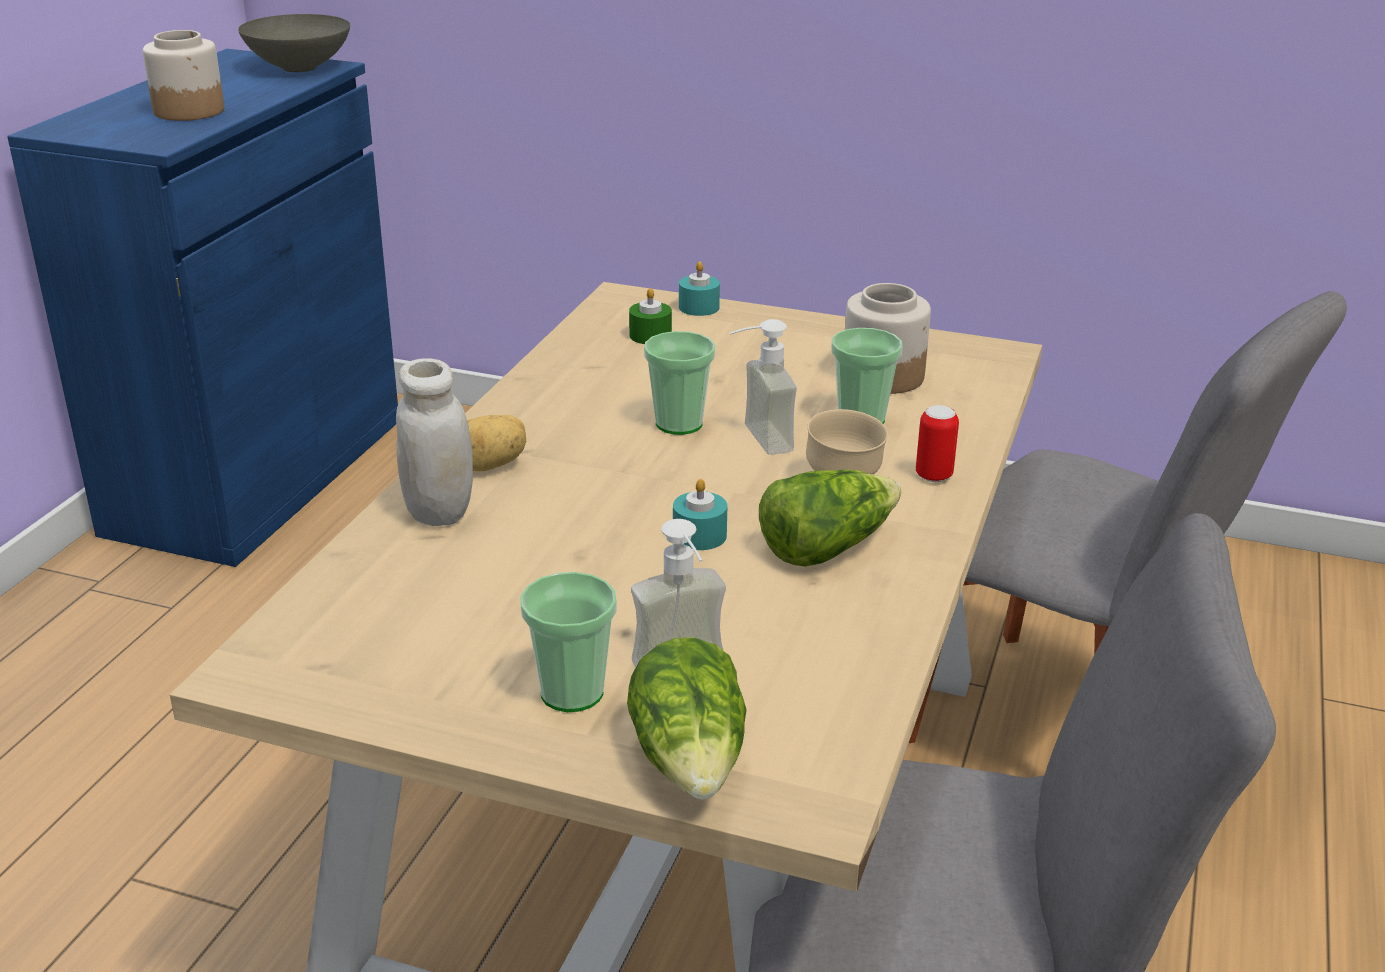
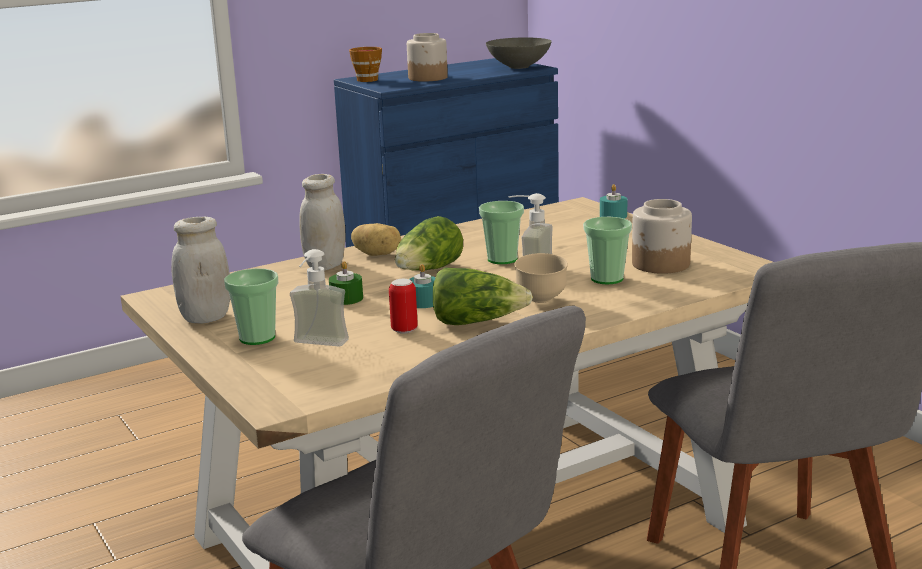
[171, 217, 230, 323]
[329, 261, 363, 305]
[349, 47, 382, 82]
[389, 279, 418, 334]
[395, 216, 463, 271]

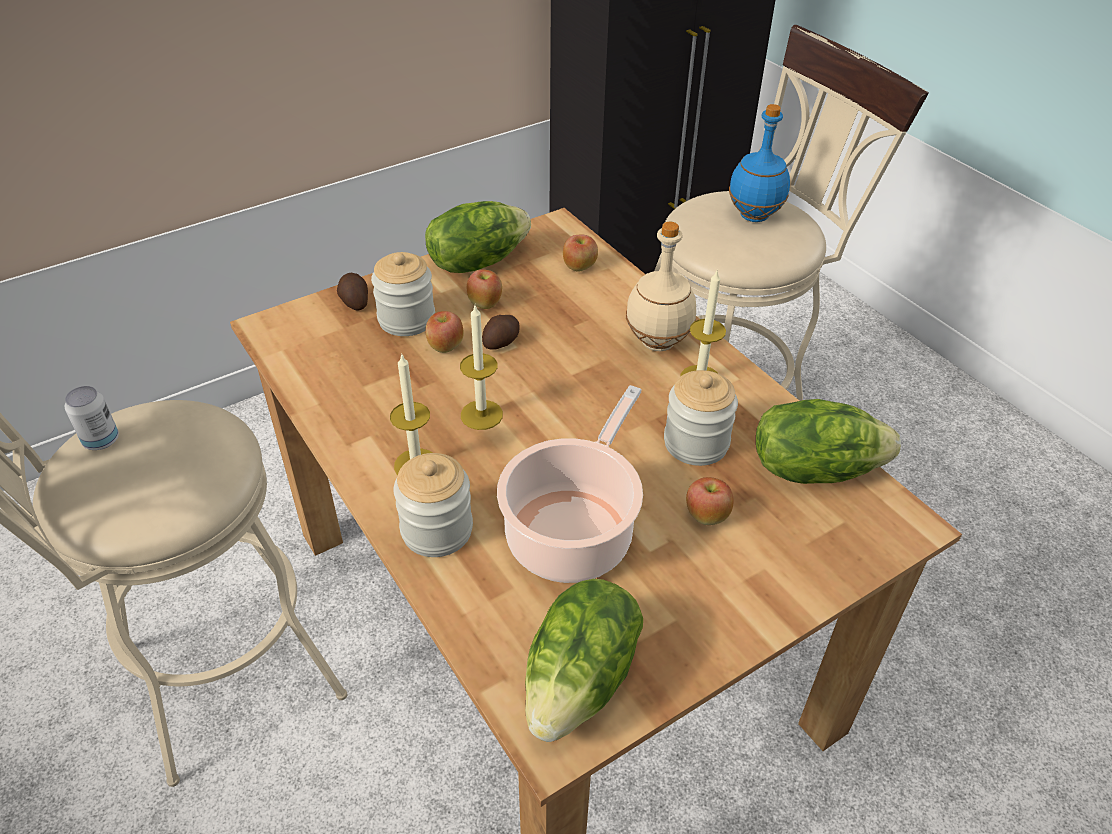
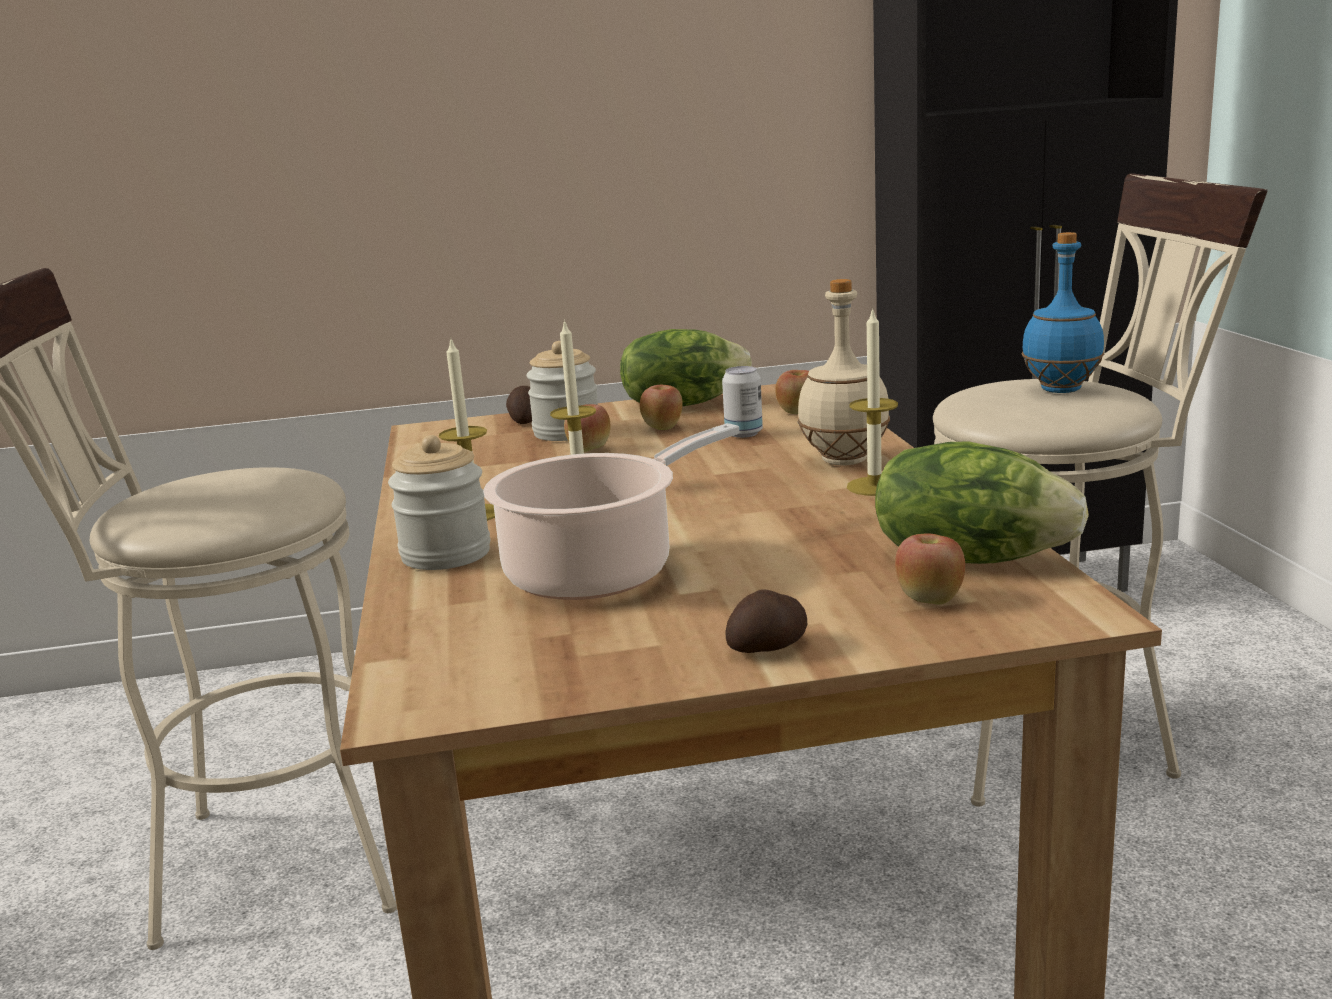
[722, 366, 763, 438]
[725, 589, 807, 653]
[895, 533, 965, 605]
[525, 579, 643, 742] (first image)
[664, 370, 738, 466] (first image)

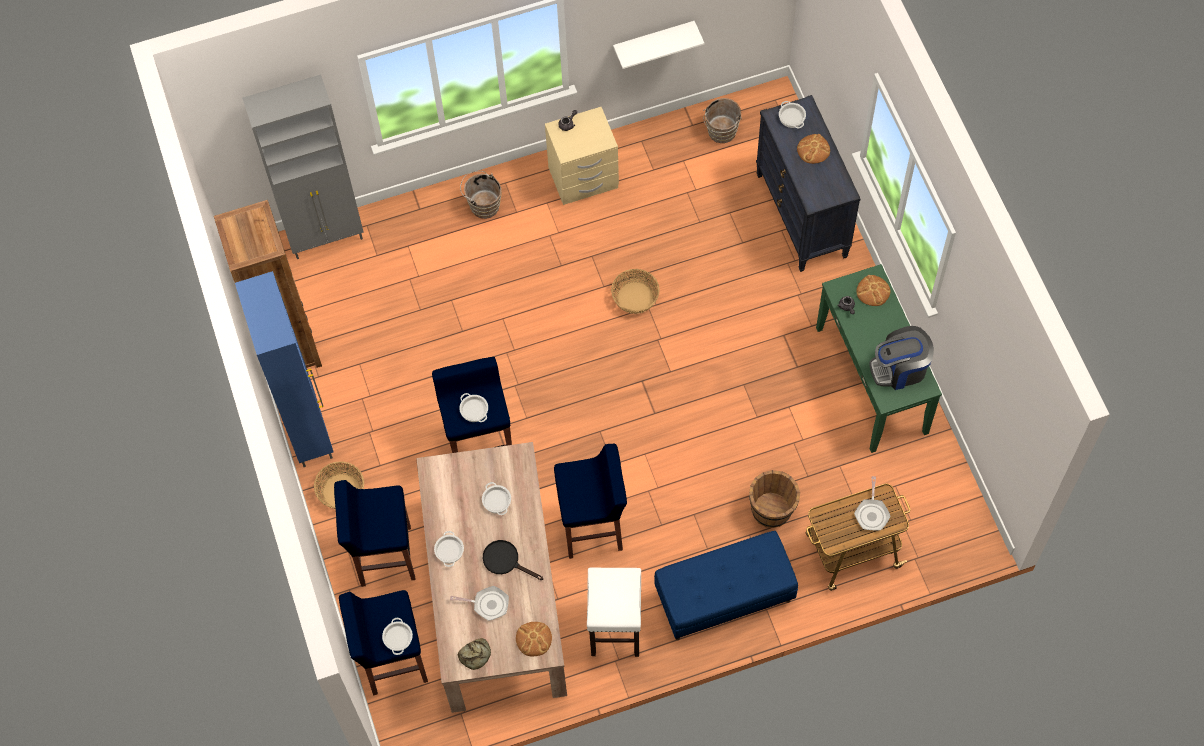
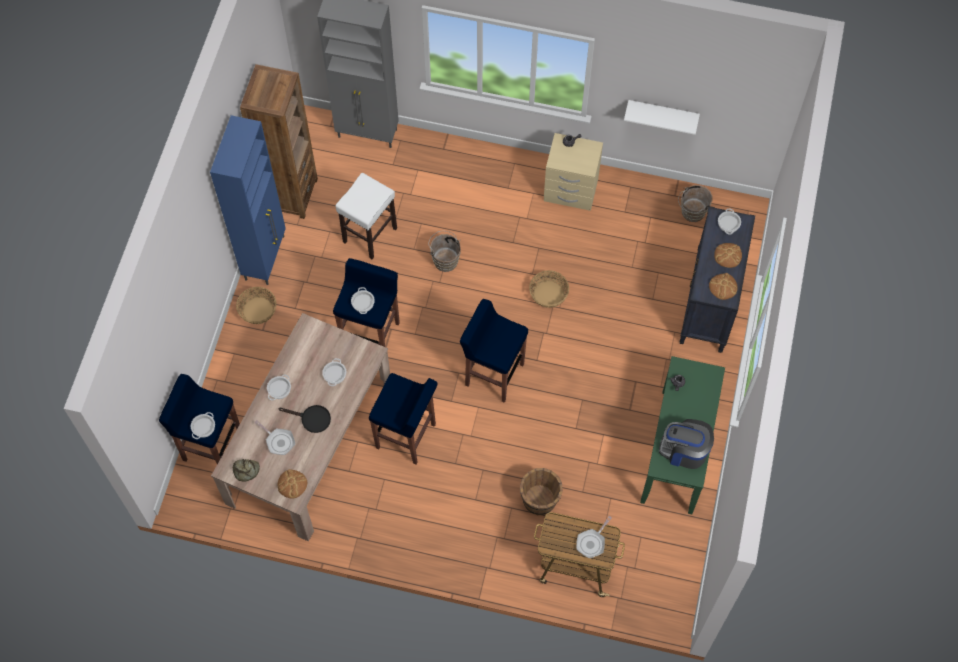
[278, 405, 331, 433]
[335, 173, 397, 259]
[429, 231, 461, 272]
[460, 299, 528, 403]
[709, 273, 738, 300]
[654, 531, 798, 640] (first image)

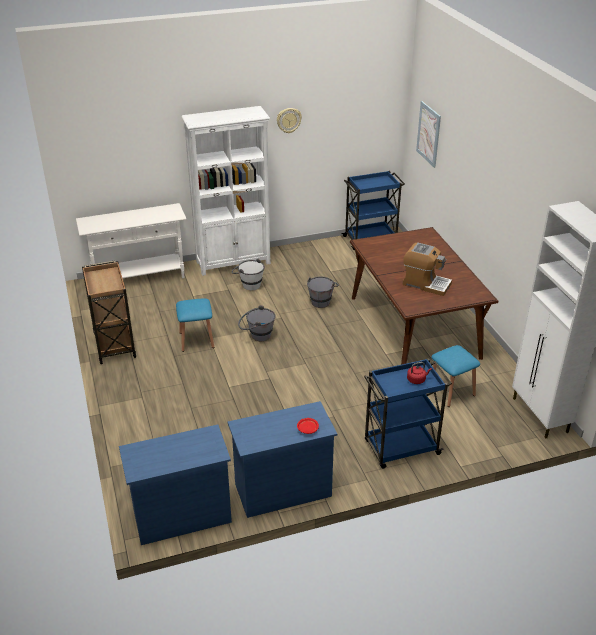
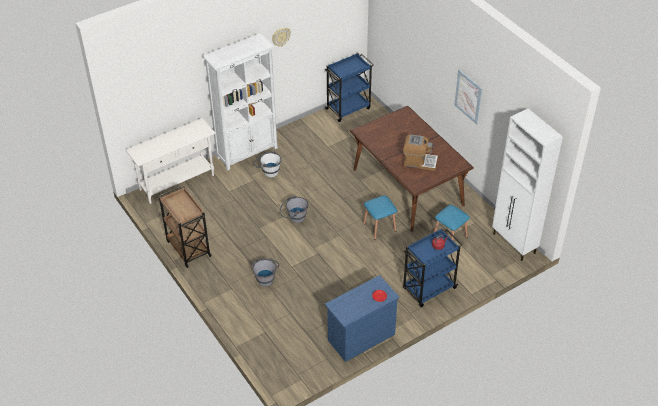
[252, 259, 279, 287]
[363, 195, 397, 239]
[454, 69, 483, 125]
[119, 424, 232, 545] (first image)

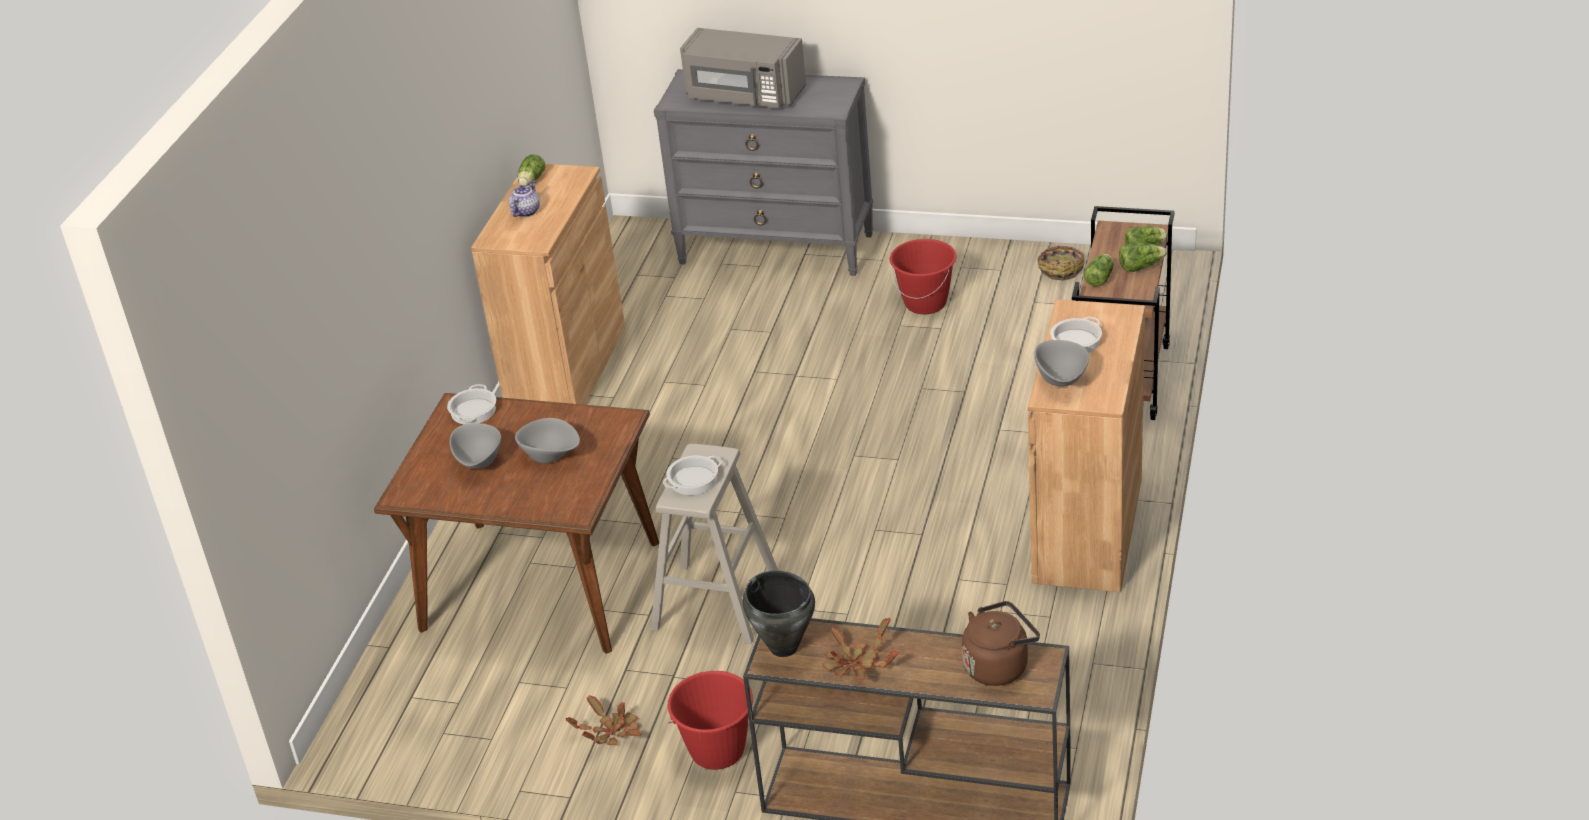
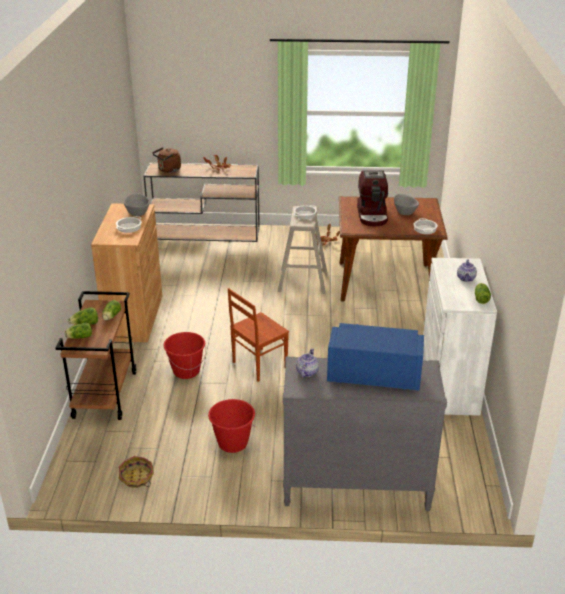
[164, 332, 206, 379]
[228, 288, 289, 382]
[296, 348, 319, 377]
[327, 323, 424, 391]
[357, 171, 388, 227]
[423, 258, 497, 416]
[743, 570, 815, 657] (first image)

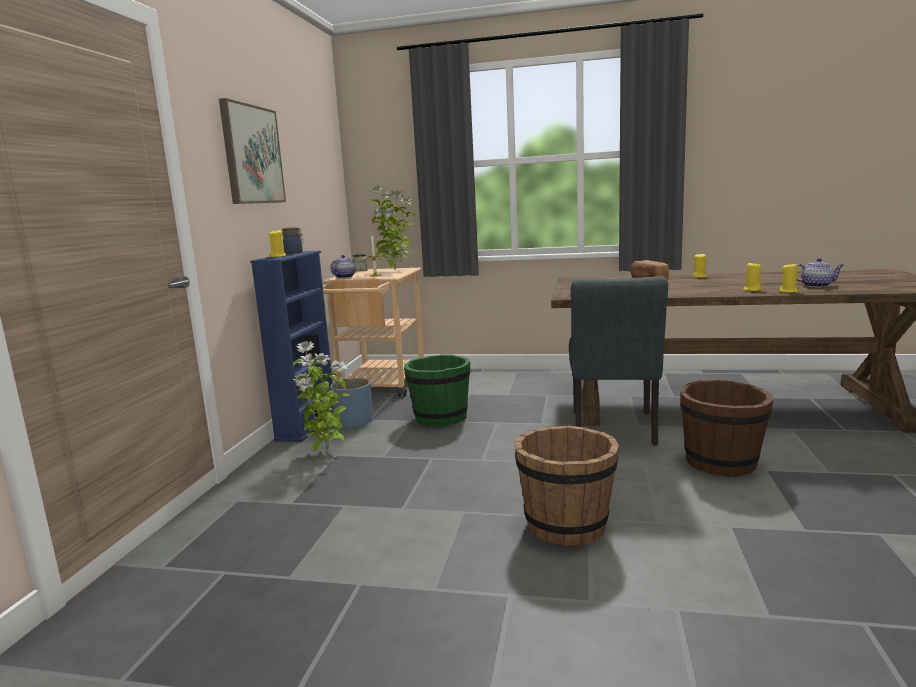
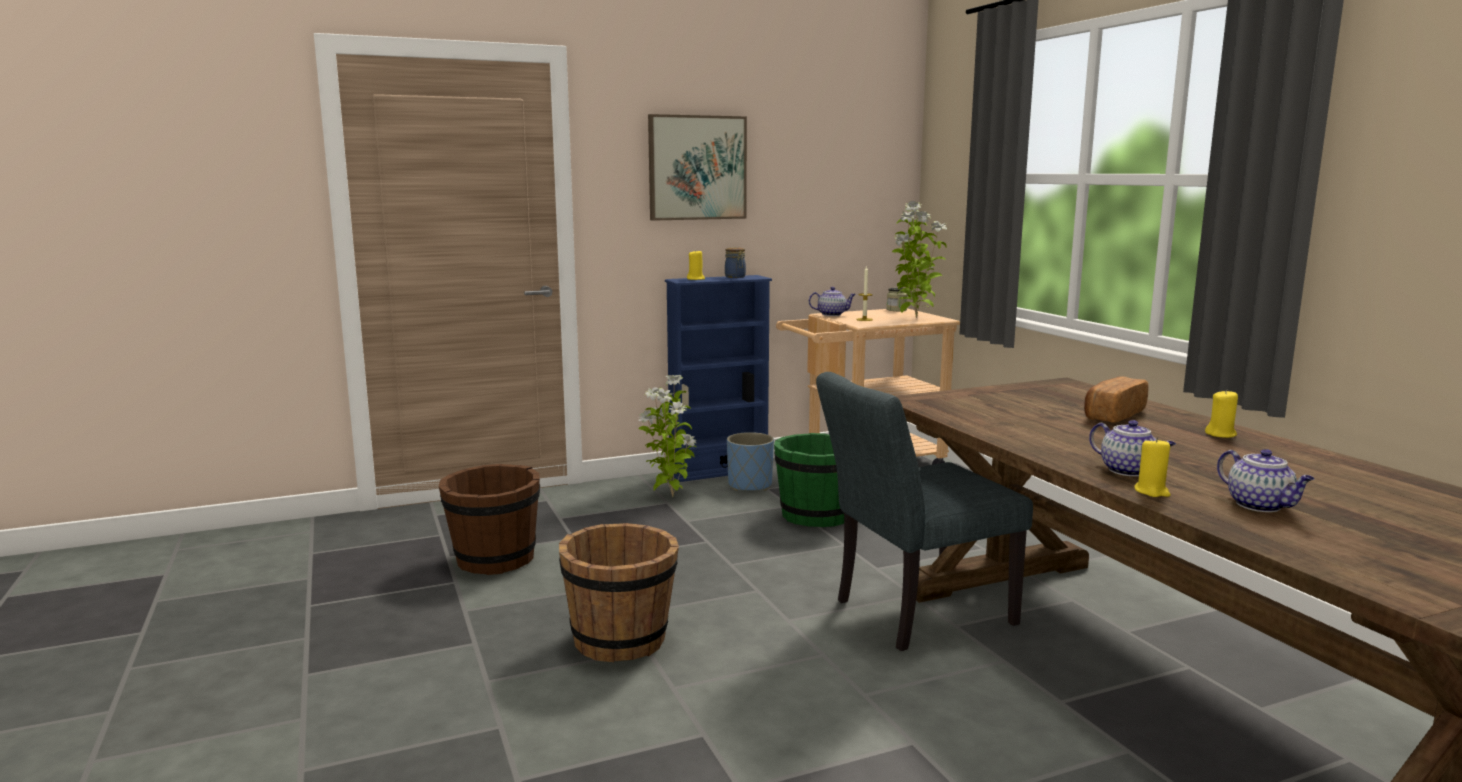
[439, 464, 540, 575]
[1089, 420, 1176, 476]

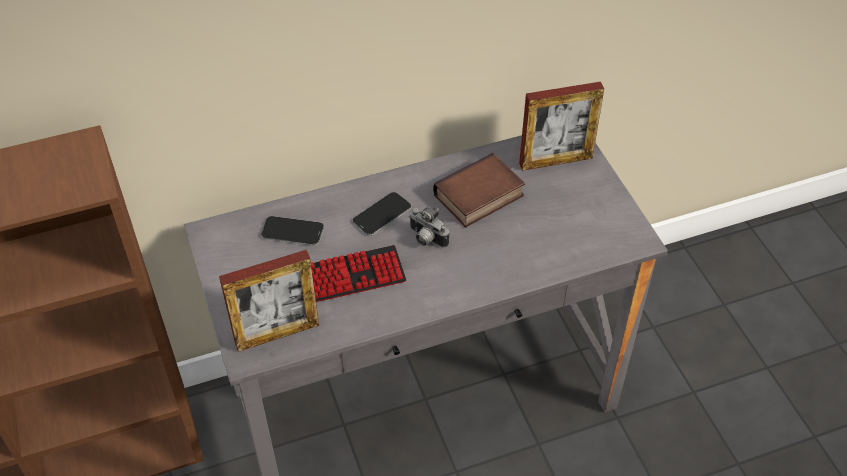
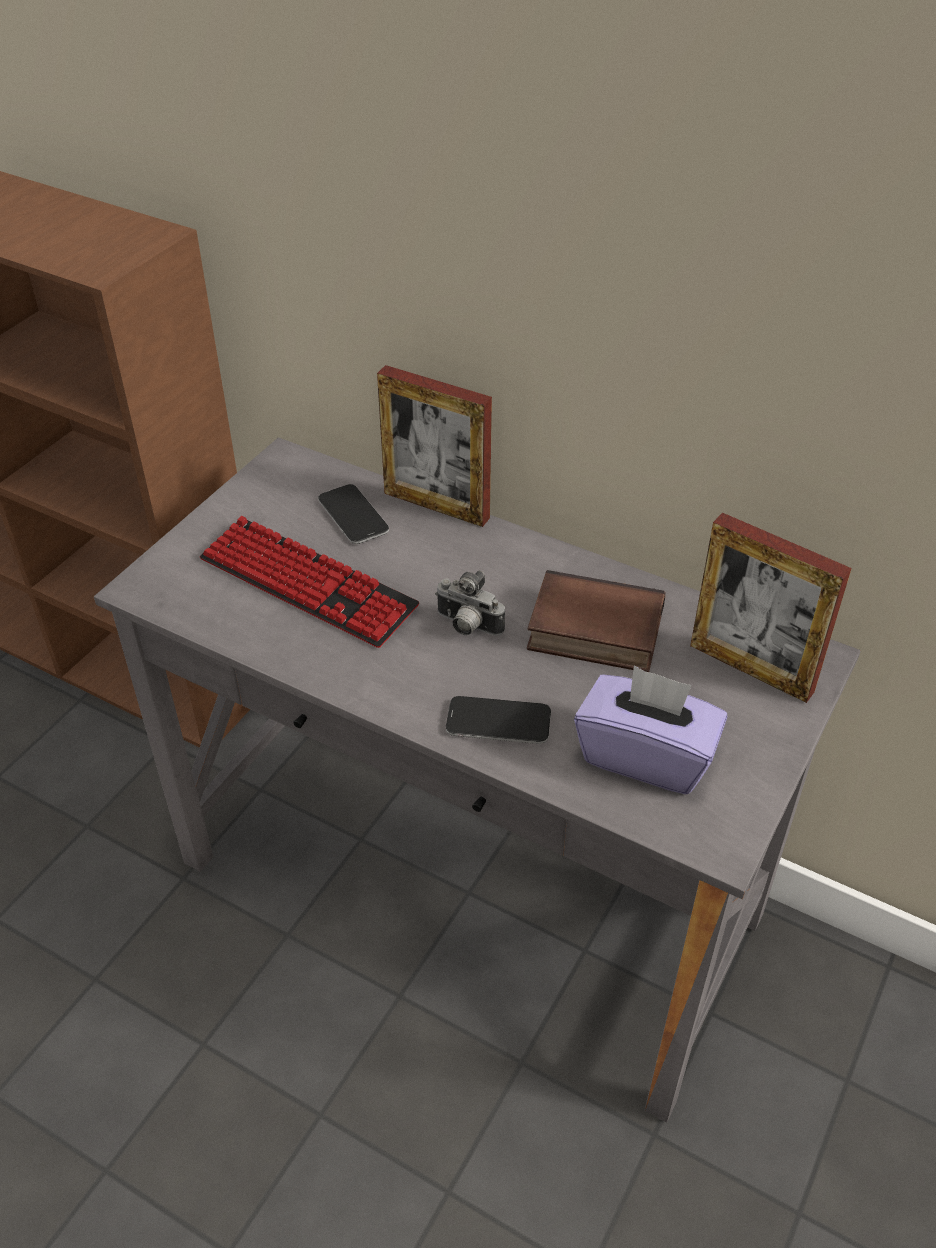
[377, 365, 492, 527]
[435, 570, 505, 636]
[446, 696, 551, 744]
[574, 665, 727, 794]

